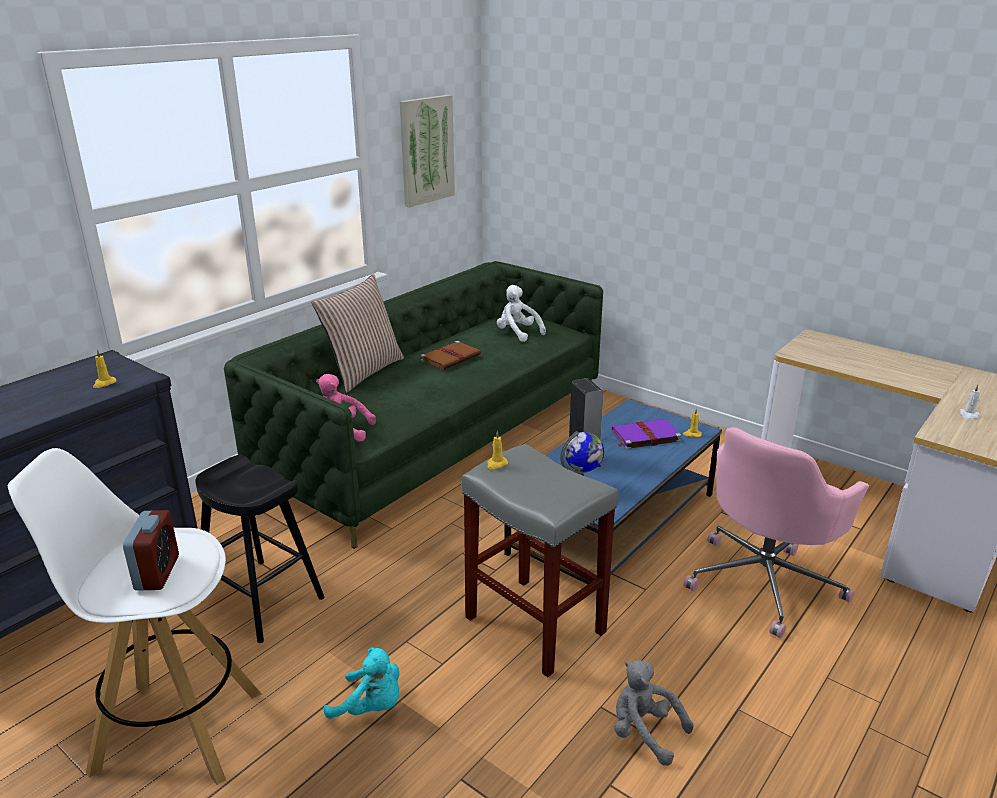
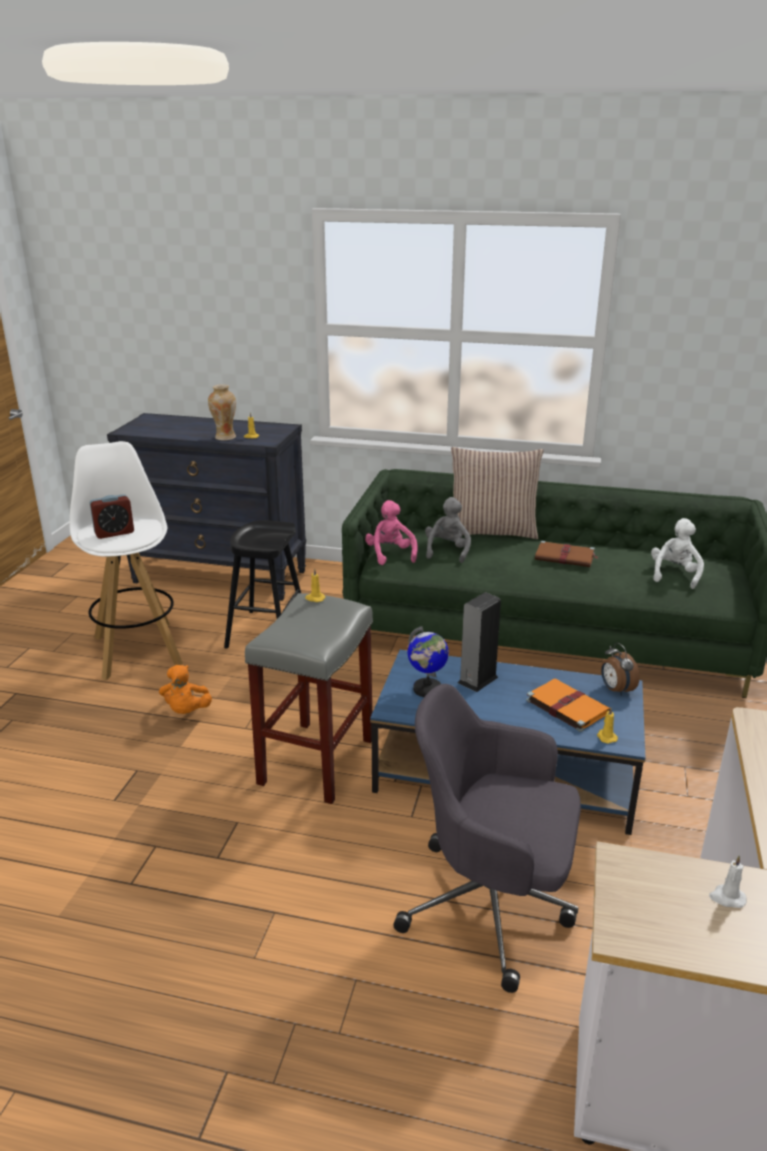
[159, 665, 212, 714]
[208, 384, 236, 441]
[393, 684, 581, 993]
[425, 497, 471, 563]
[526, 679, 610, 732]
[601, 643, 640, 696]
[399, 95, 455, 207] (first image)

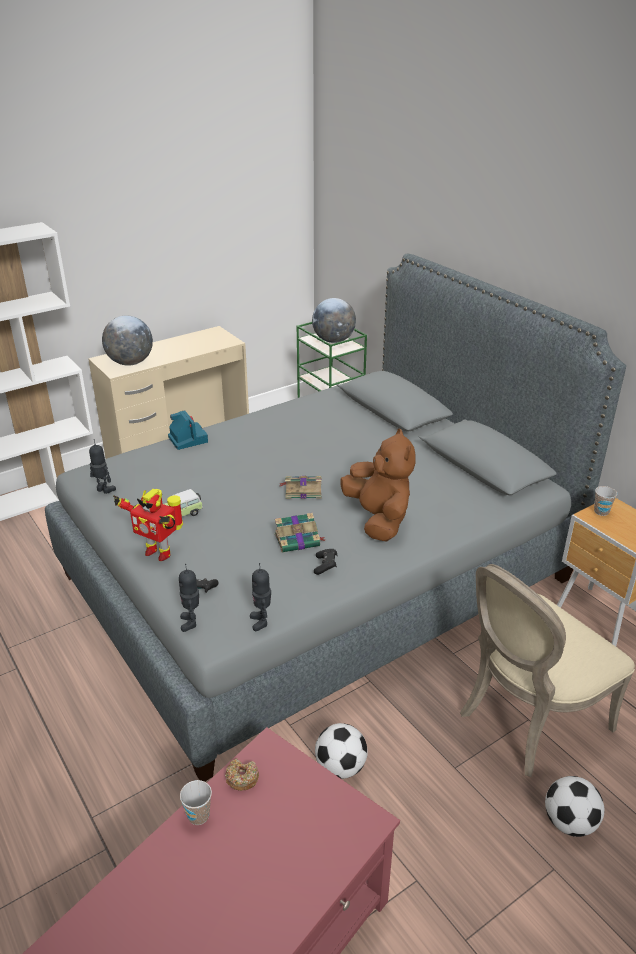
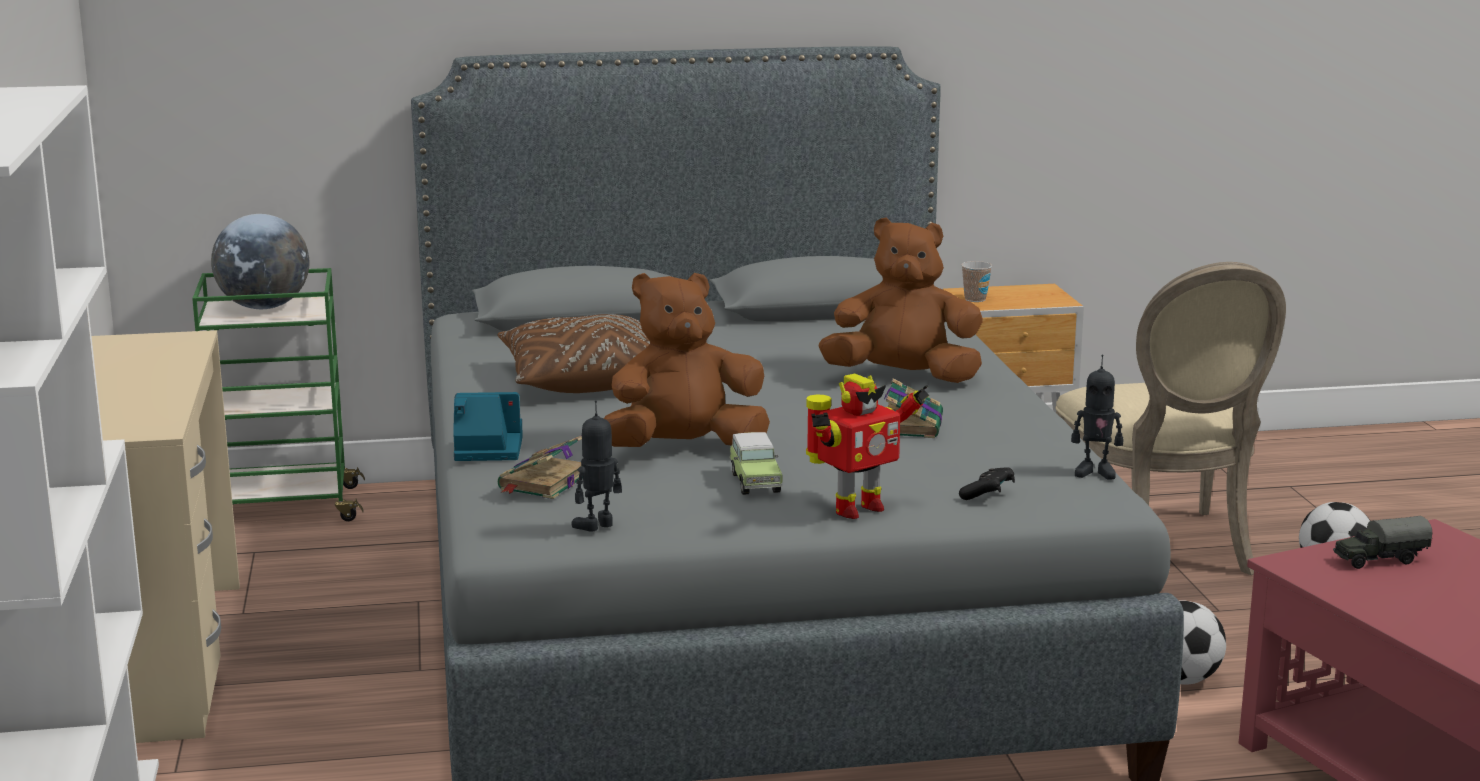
[498, 314, 650, 393]
[498, 435, 583, 499]
[604, 273, 770, 447]
[1333, 516, 1432, 569]
[102, 315, 153, 366] (first image)
[179, 564, 199, 632] (first image)
[180, 780, 212, 825] (first image)
[225, 758, 259, 791] (first image)
[314, 549, 338, 575] (first image)

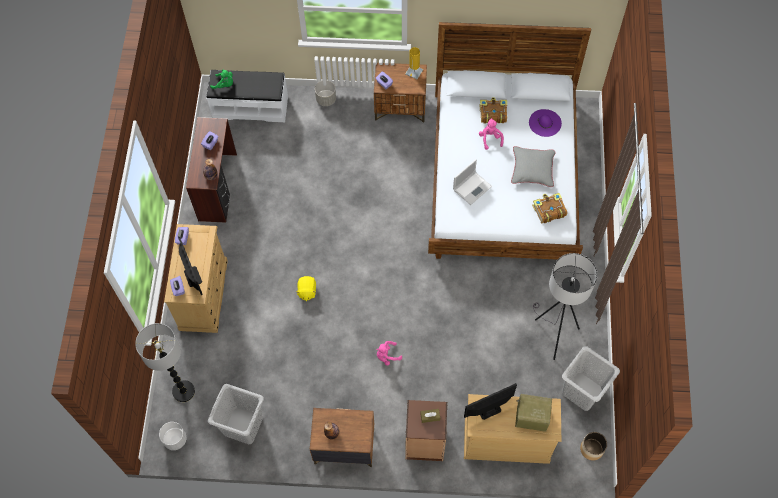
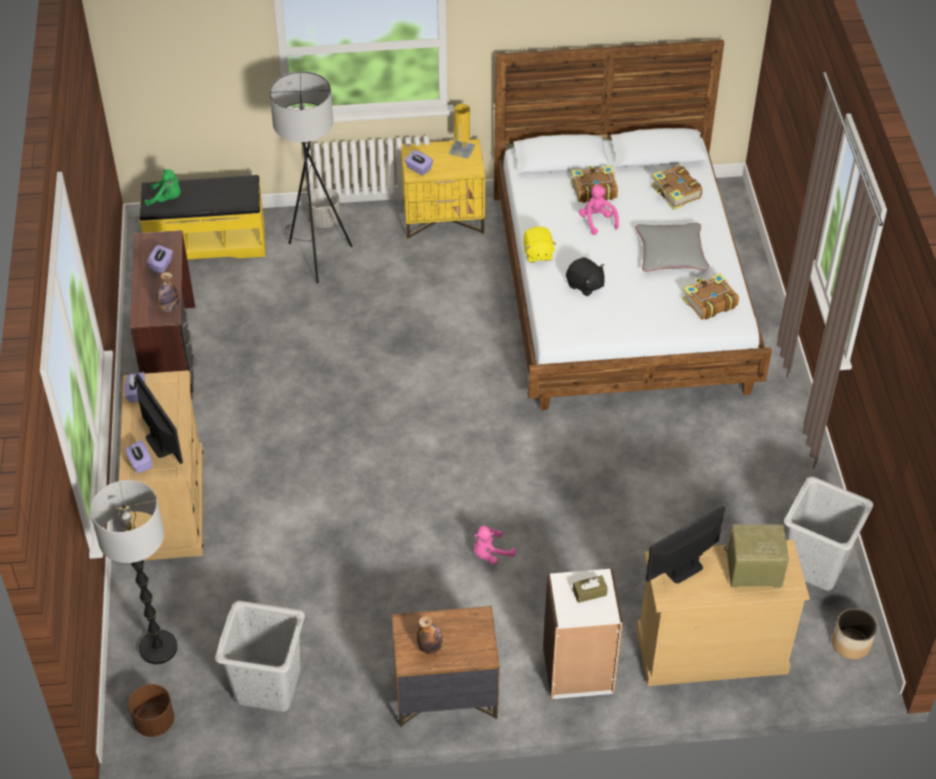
[129, 684, 174, 737]
[140, 175, 265, 259]
[269, 71, 353, 284]
[401, 139, 485, 239]
[523, 227, 557, 263]
[543, 568, 623, 699]
[566, 257, 605, 296]
[651, 165, 703, 210]

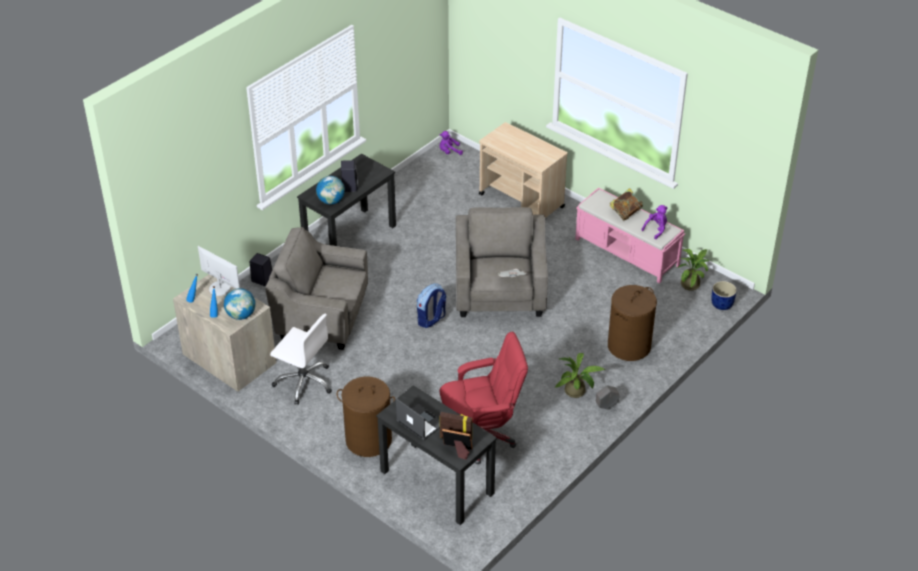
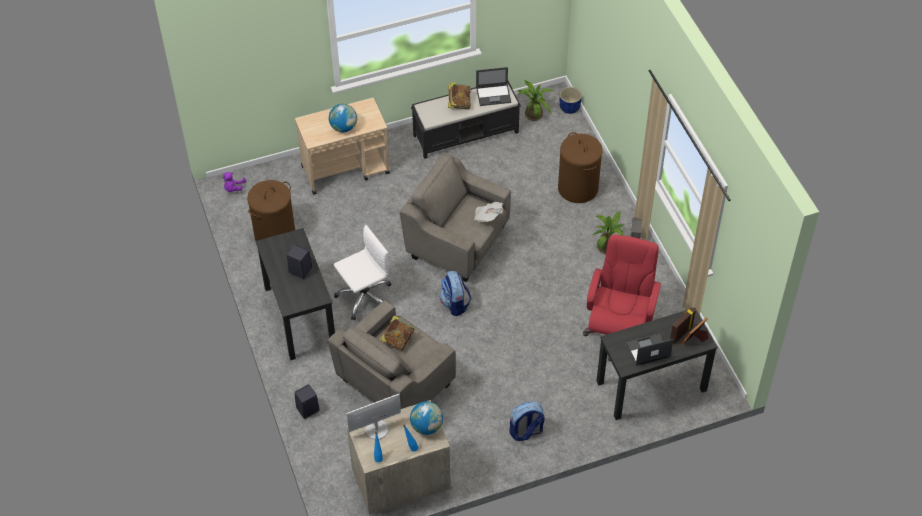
[247, 180, 295, 241]
[329, 104, 357, 132]
[334, 225, 391, 320]
[380, 315, 414, 351]
[411, 81, 521, 159]
[476, 67, 511, 106]
[509, 402, 544, 441]

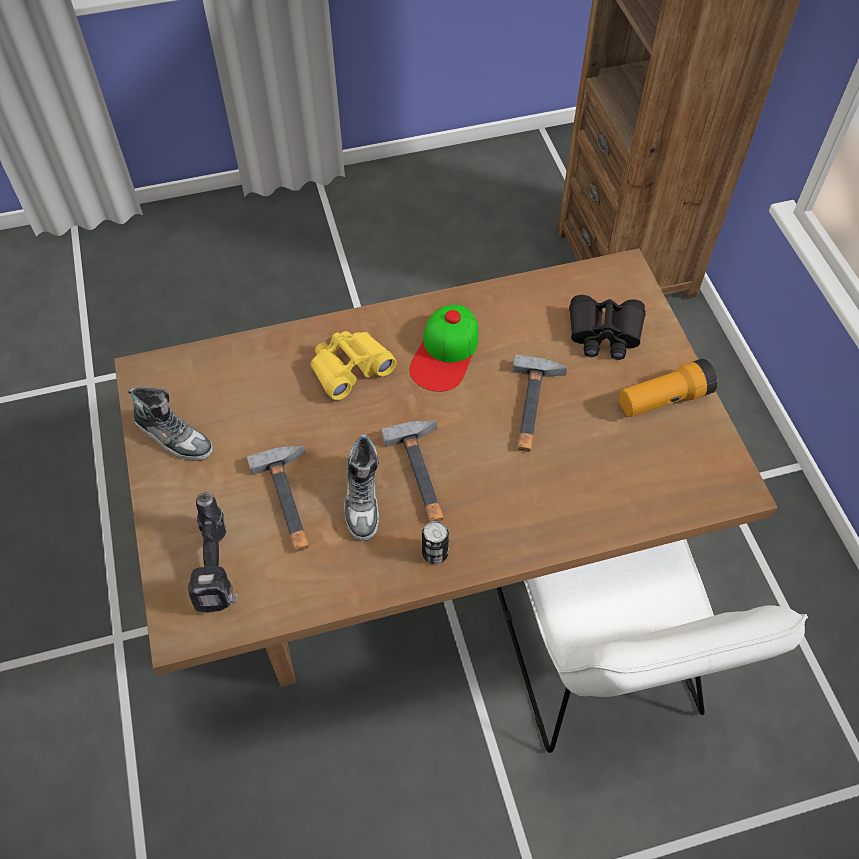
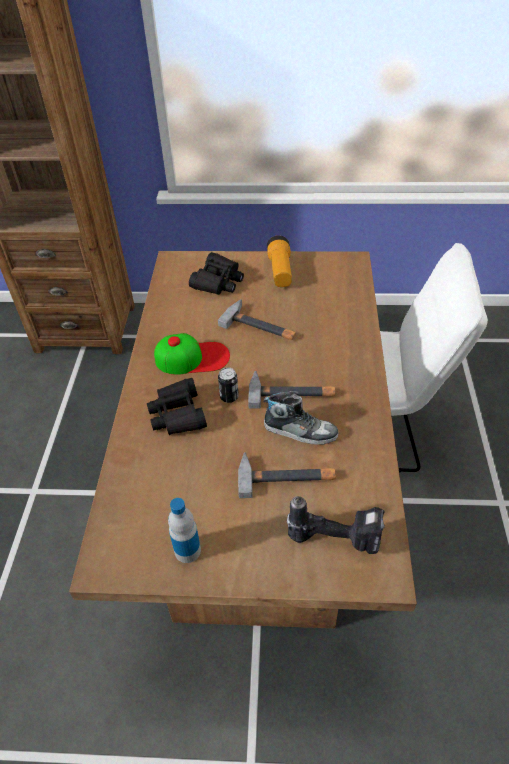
[147, 378, 207, 435]
[154, 333, 230, 375]
[168, 498, 201, 563]
[218, 368, 239, 403]

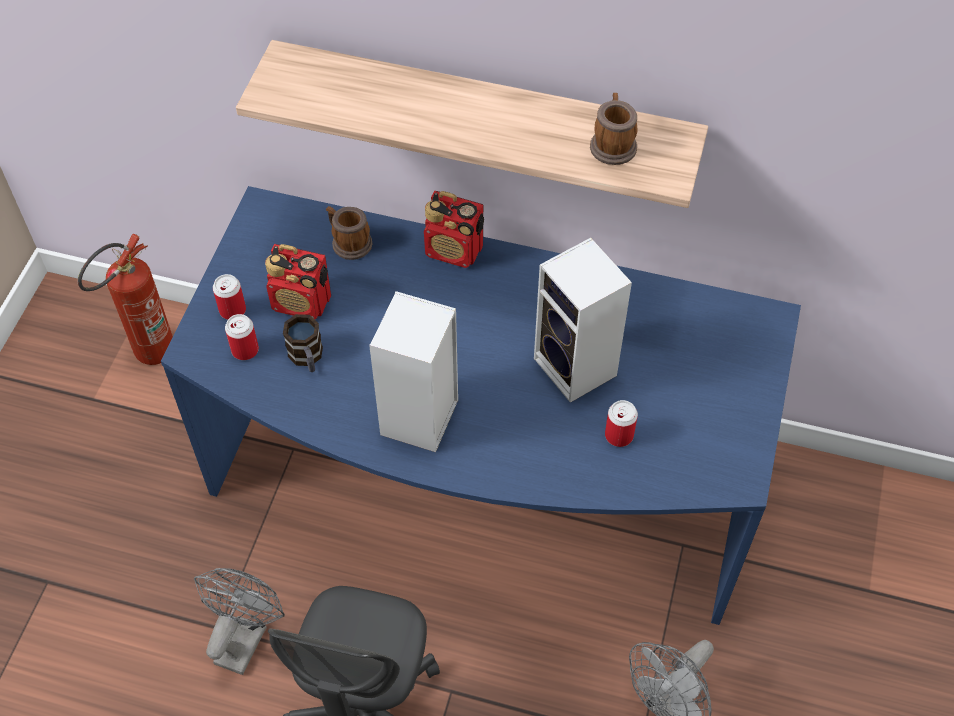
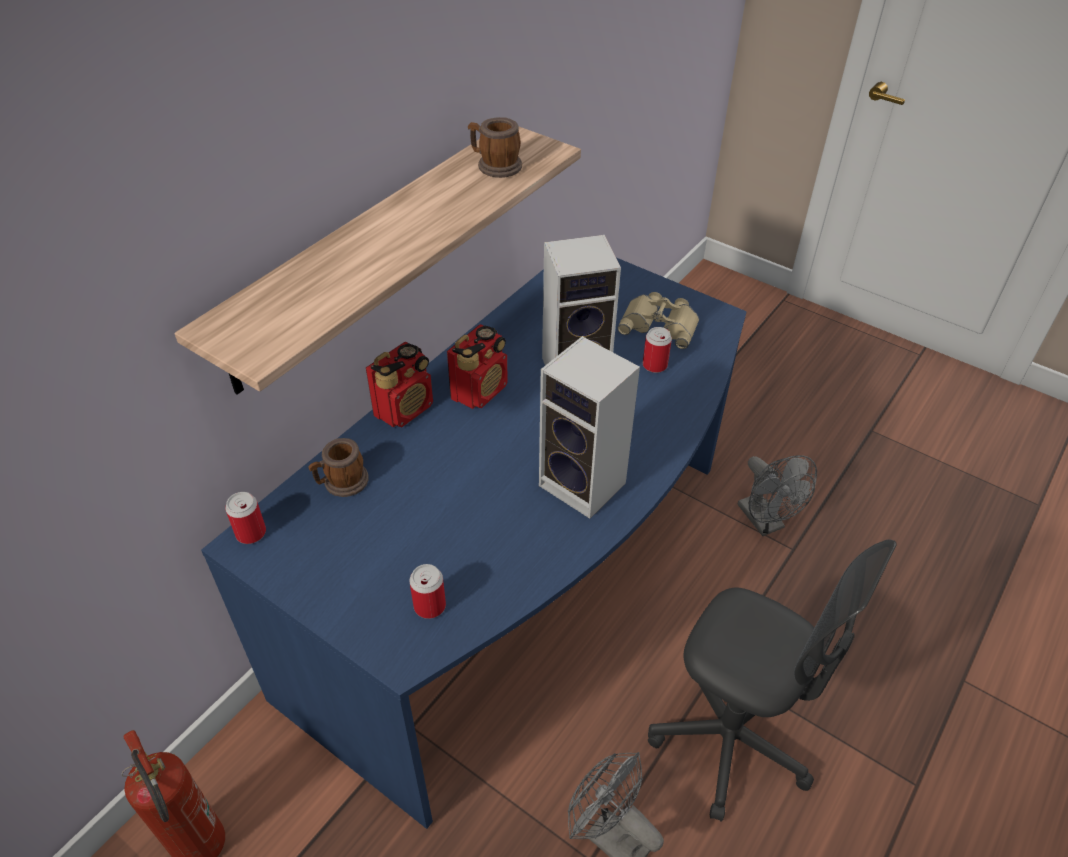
[225, 492, 266, 544]
[447, 324, 508, 409]
[618, 292, 699, 349]
[283, 314, 323, 372] (first image)

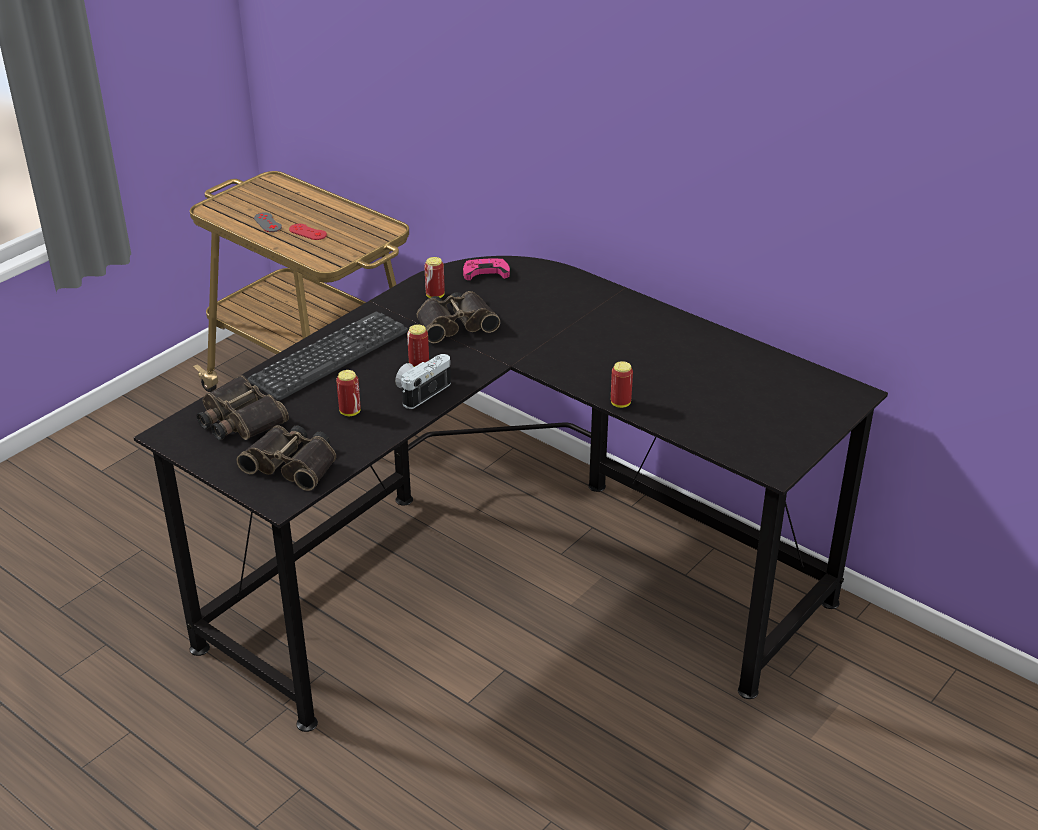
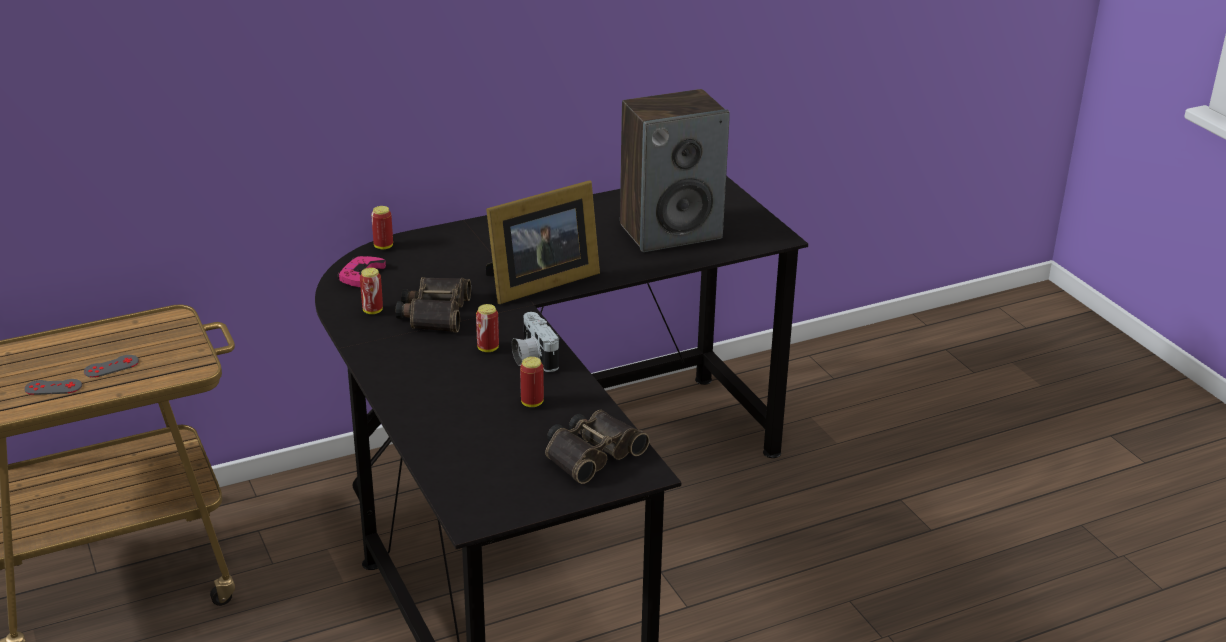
[84, 355, 139, 378]
[371, 206, 393, 249]
[486, 180, 600, 304]
[620, 89, 730, 252]
[197, 375, 289, 441] (first image)
[248, 311, 409, 401] (first image)

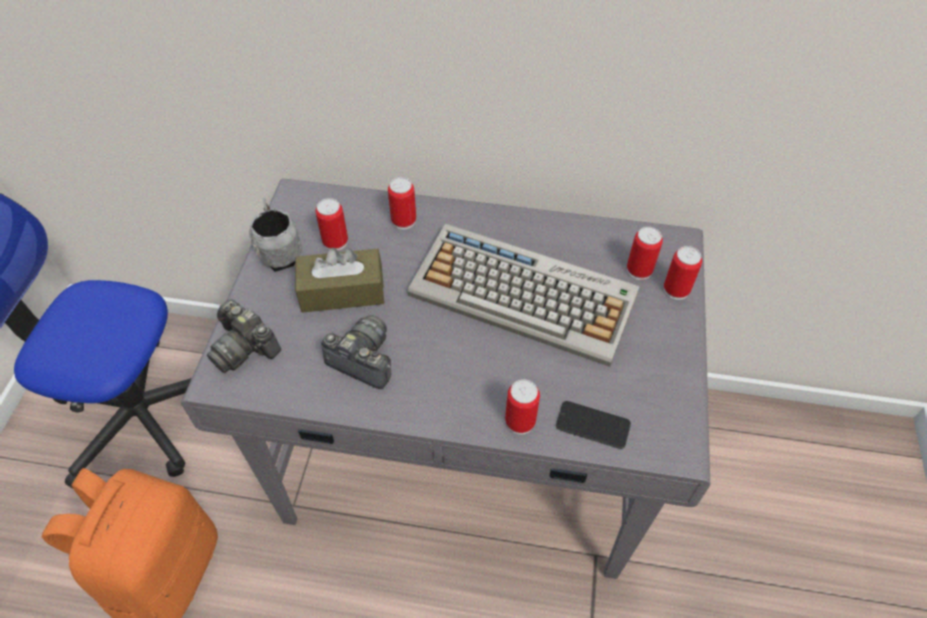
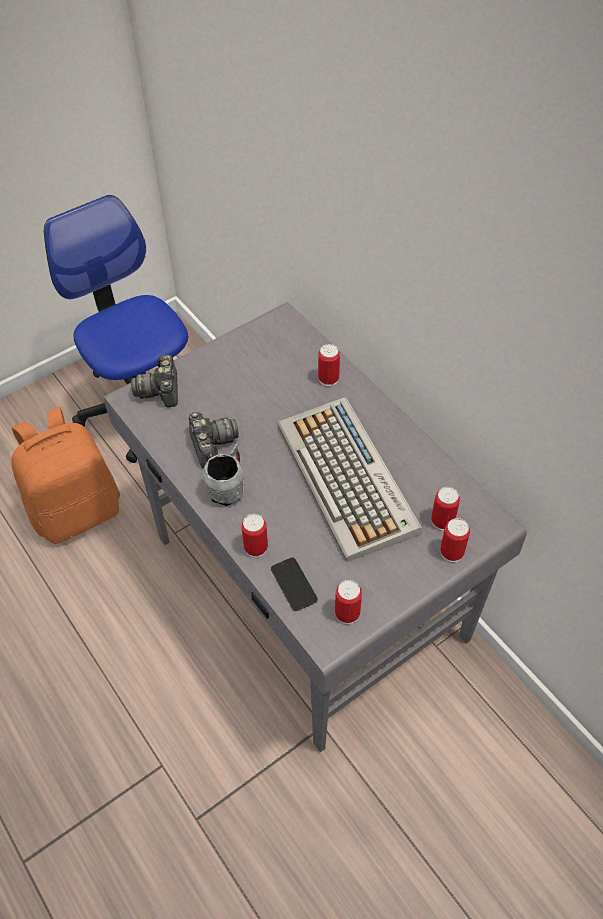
[203, 444, 245, 506]
[335, 580, 362, 624]
[295, 248, 384, 313] (first image)

